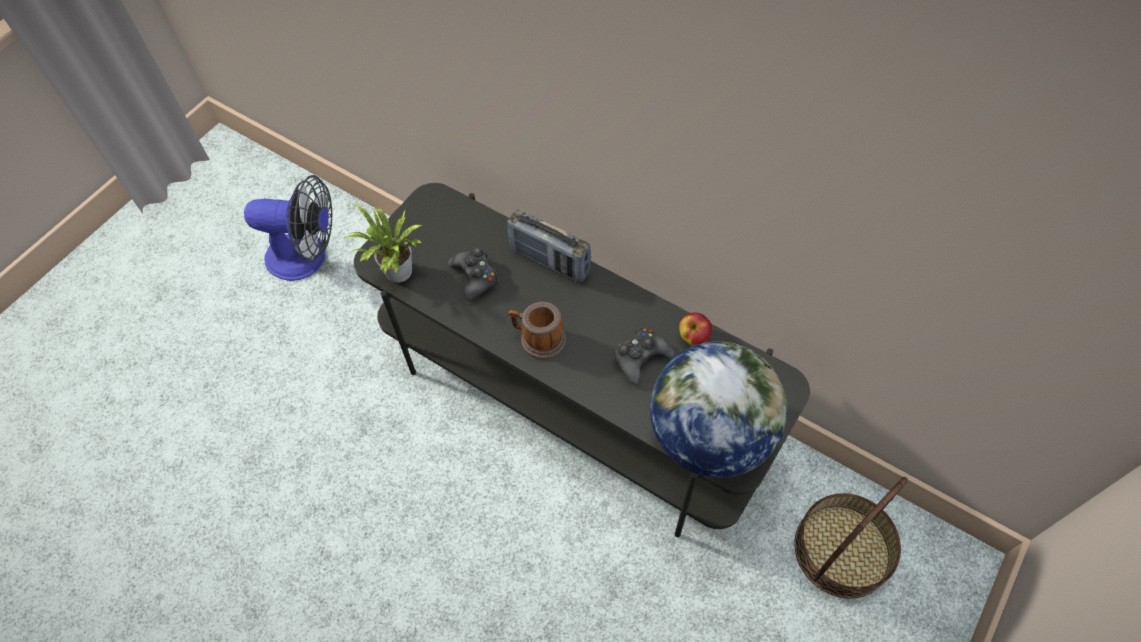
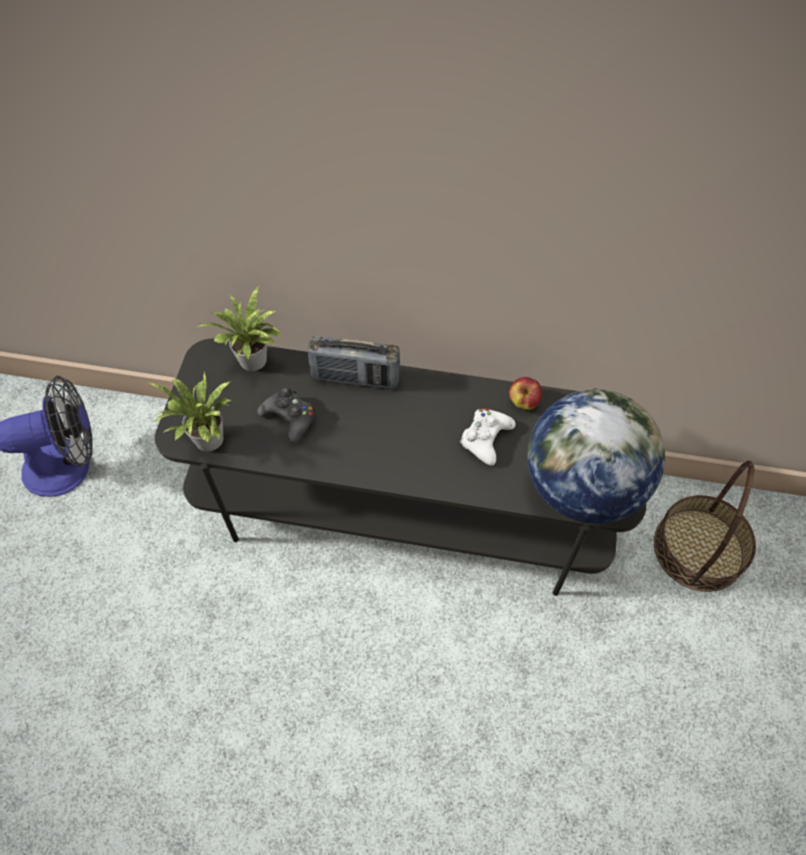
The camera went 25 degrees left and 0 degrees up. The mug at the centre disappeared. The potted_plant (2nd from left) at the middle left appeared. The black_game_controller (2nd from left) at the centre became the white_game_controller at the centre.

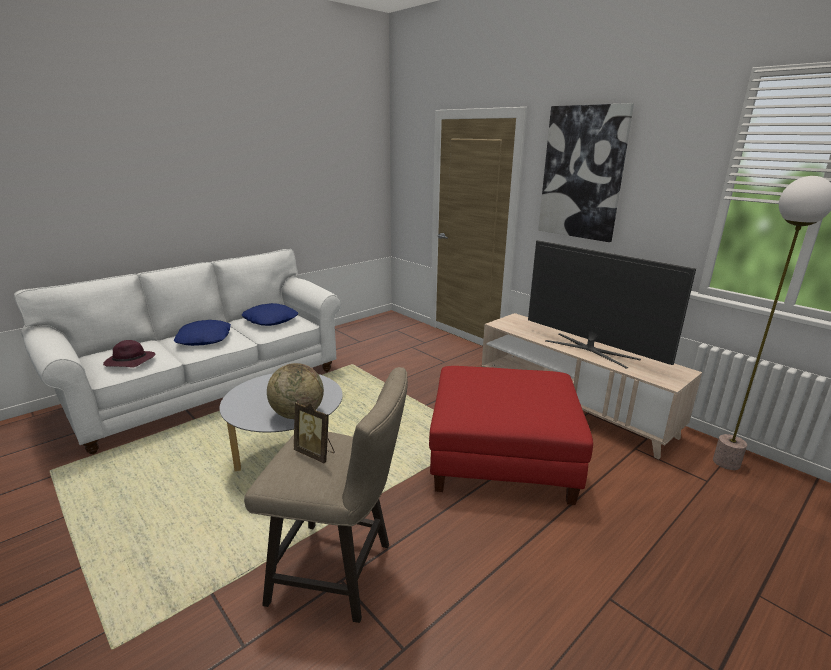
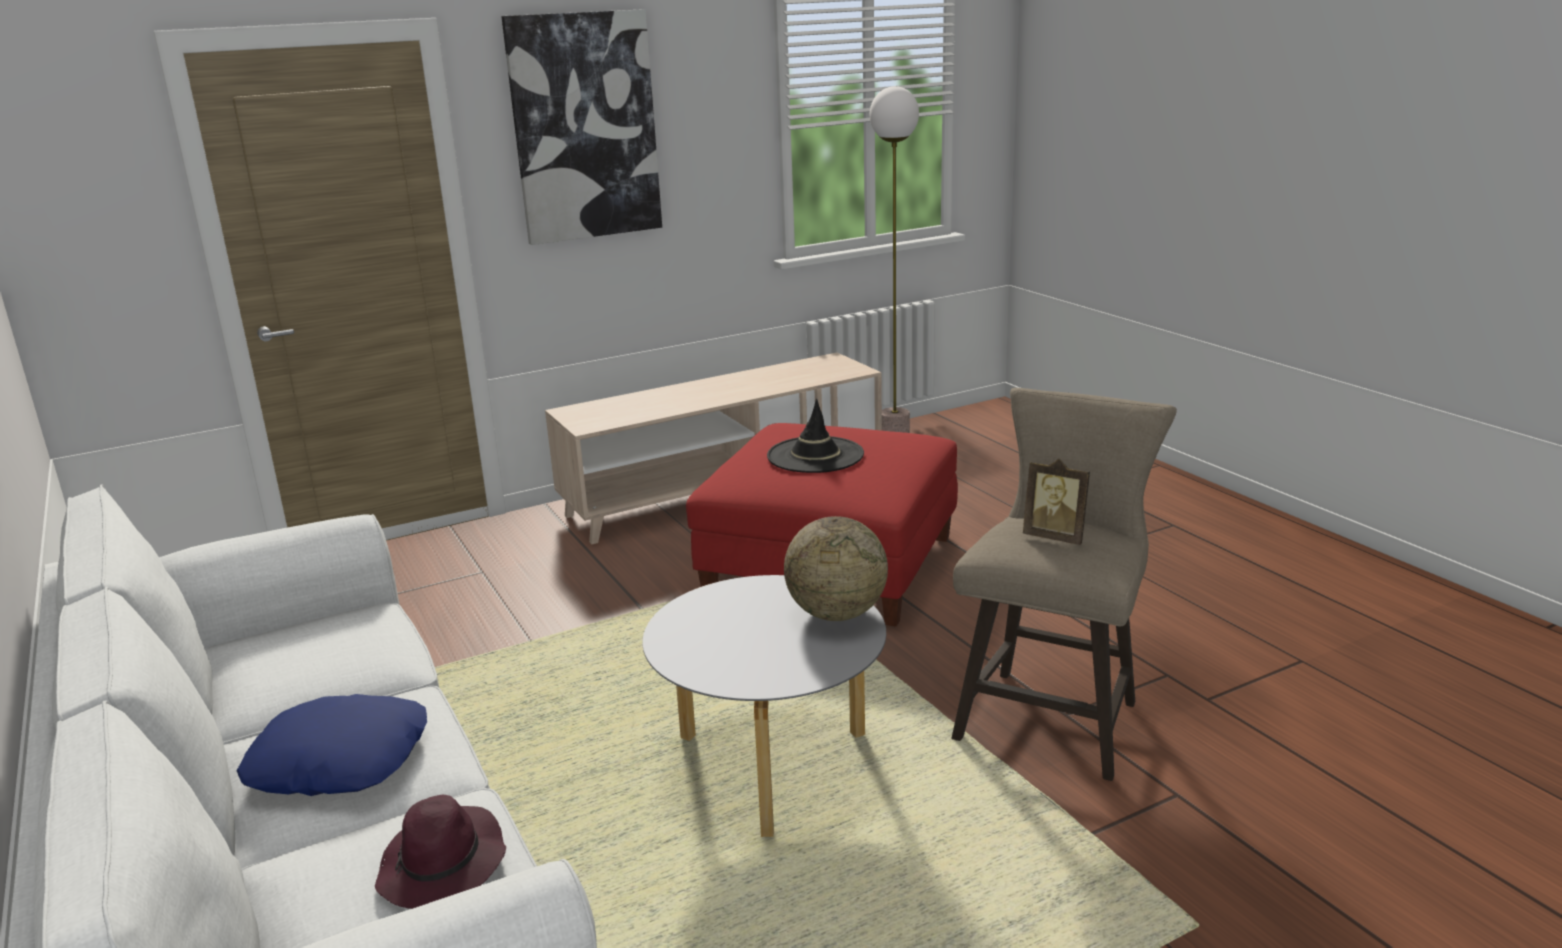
The camera went 75 degrees left and 0 degrees up. The blue_pillow (2nd from left) at the middle left disappeared. The television at the middle right disappeared. The black_hat at the centre appeared. The picture_frame at the centre turned 75 degrees clockwise.

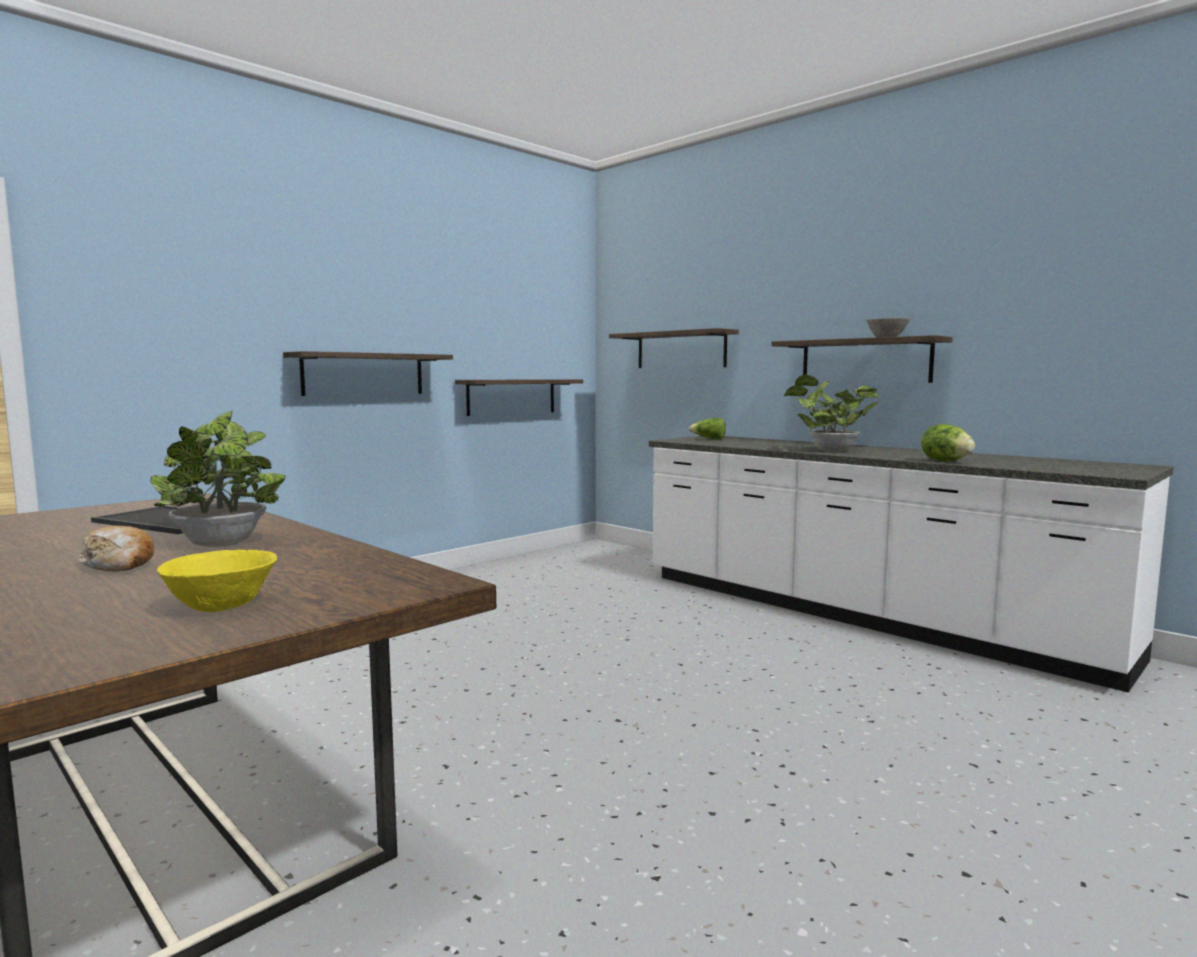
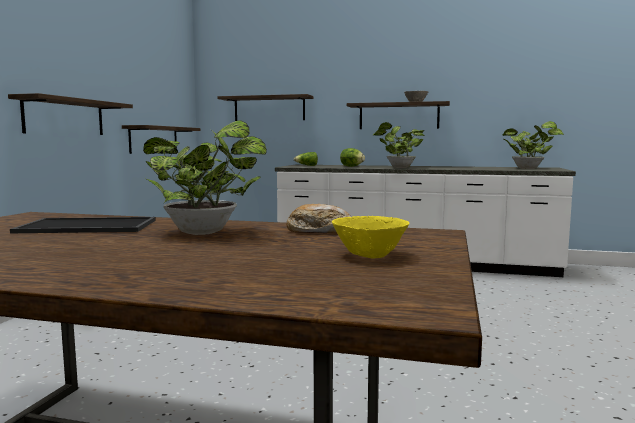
The camera went 30 degrees left and 0 degrees up. The potted_plant (3rd from left) at the middle right appeared. The bread moved from the middle left to the centre. The lettuce (2nd from left) moved from the middle right to the centre.

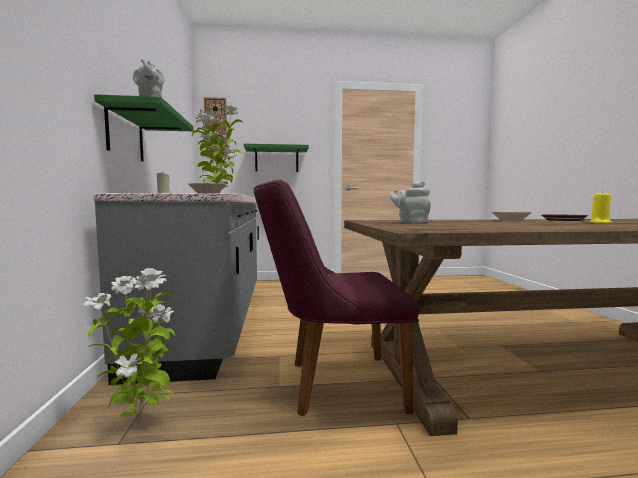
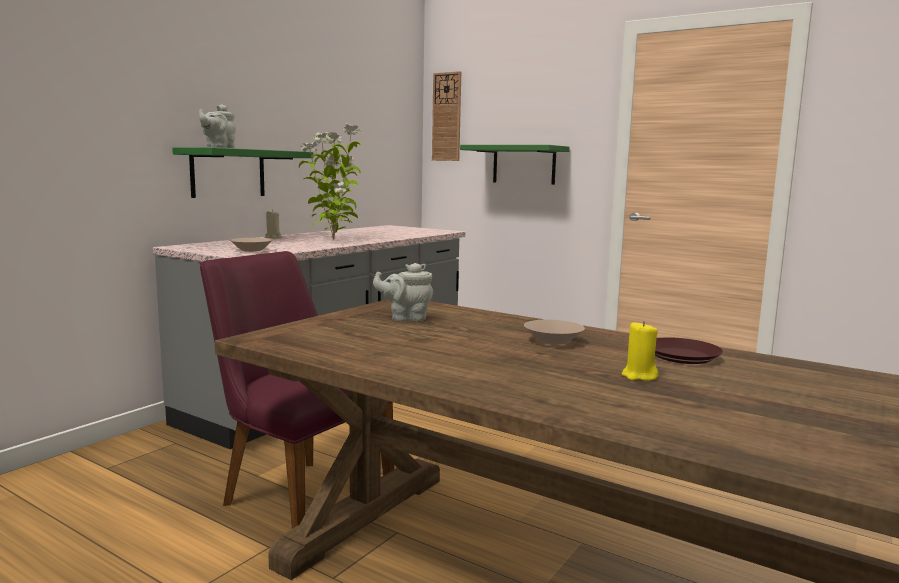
The camera went 40 degrees right and 5 degrees up. The potted_plant (1st from left) at the bottom left disappeared. The grey_teapot (2nd from left) at the centre turned 90 degrees counterclockwise.

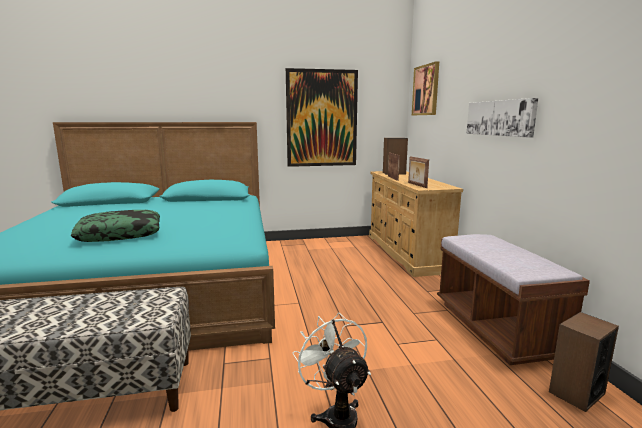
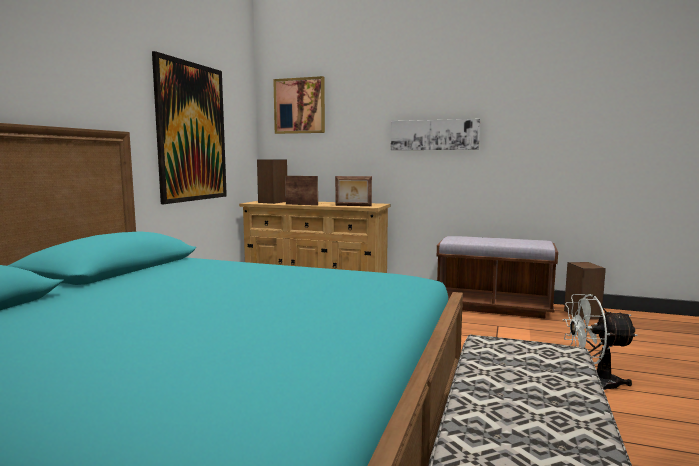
The camera went 60 degrees left and 5 degrees down. The pillow at the middle left disappeared.

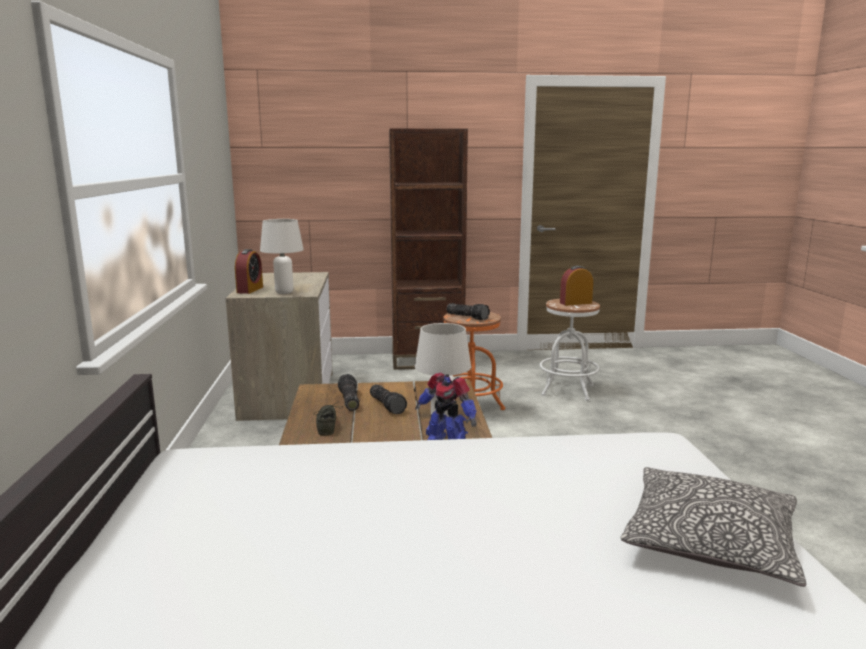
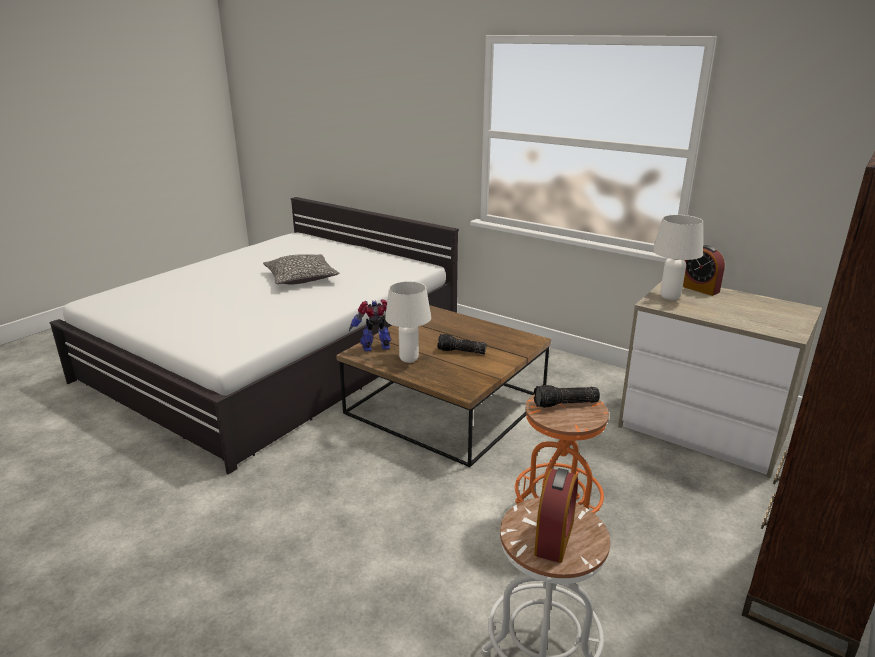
The camera went 130 degrees right and 10 degrees up. The grey_shoe at the centre disappeared. The flashlight (1st from left) at the centre disappeared. The pillow moved from the bottom right to the centre.

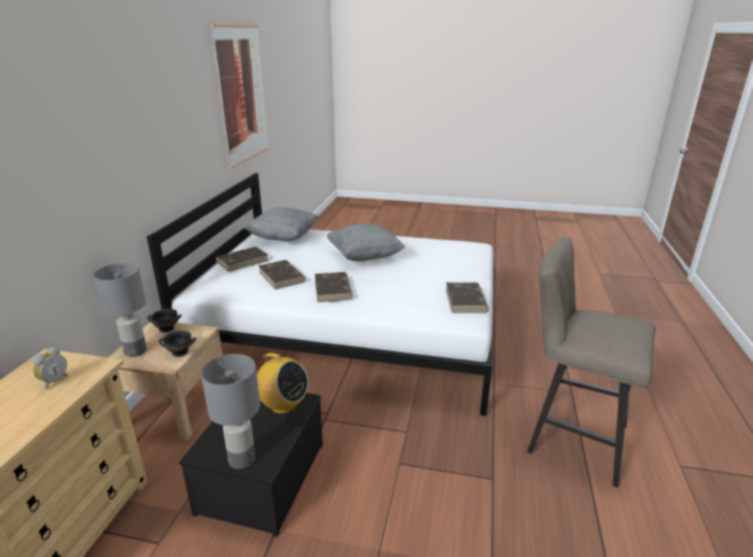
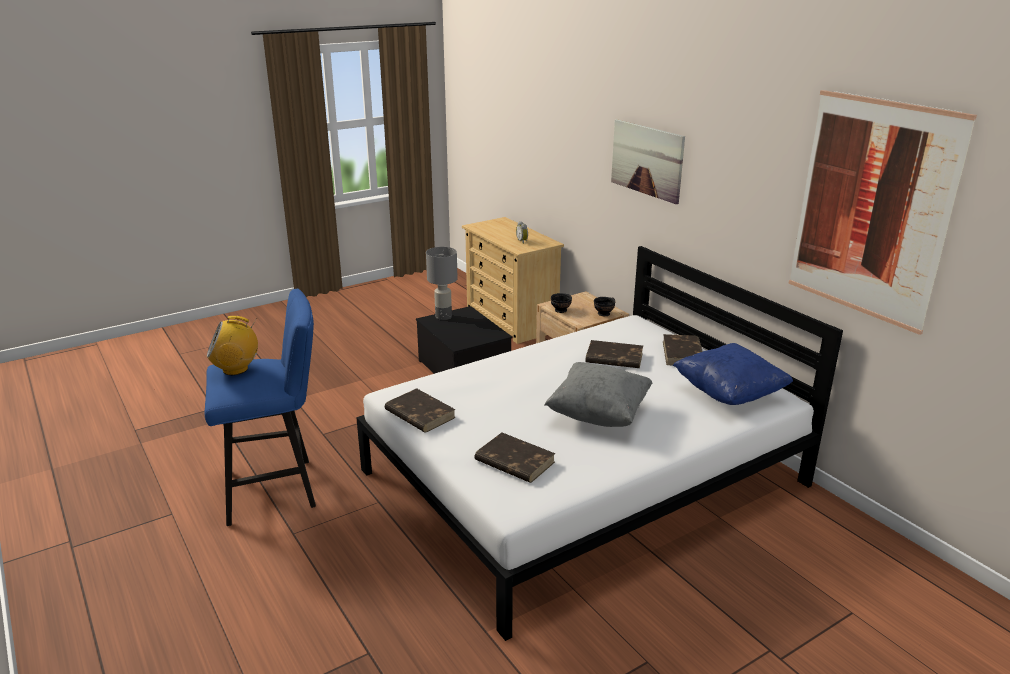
The camera went 135 degrees right and 0 degrees up. The grey_table_lamp (1st from left) at the middle left disappeared. The picture (1st from left) at the top centre appeared. The radio moved from the bottom centre to the middle left. The brown_book (3rd from left in the first image) moved from the centre to the bottom centre. The grey_pillow (1st from left) at the centre became the blue_pillow at the middle right. The beige_stool at the middle right became the blue_stool at the middle left.

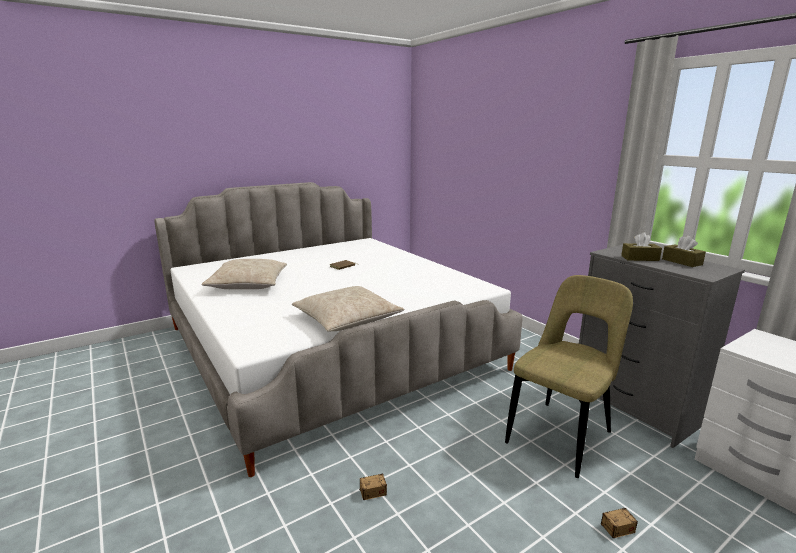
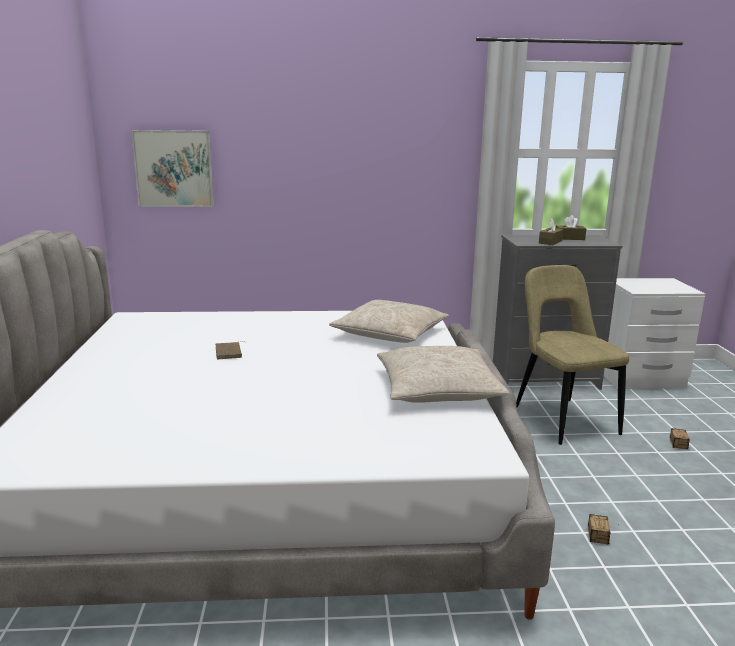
The camera went 60 degrees left and 0 degrees up. The picture at the top left appeared. The beige_pillow (1st from left) moved from the middle left to the centre.

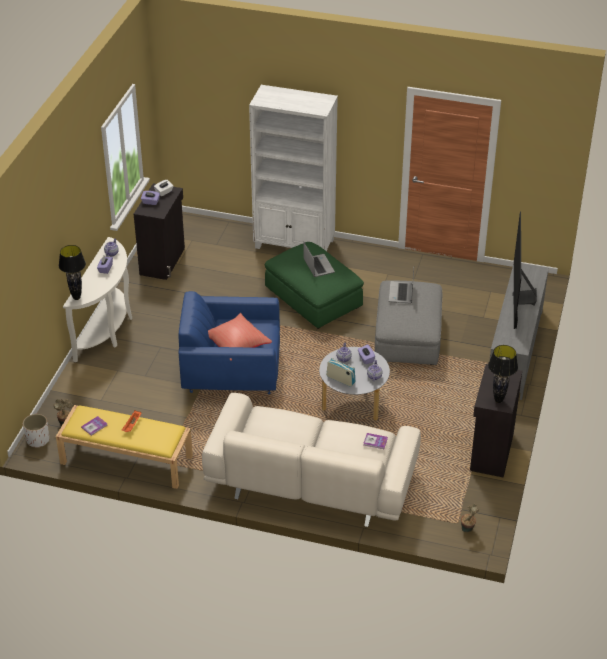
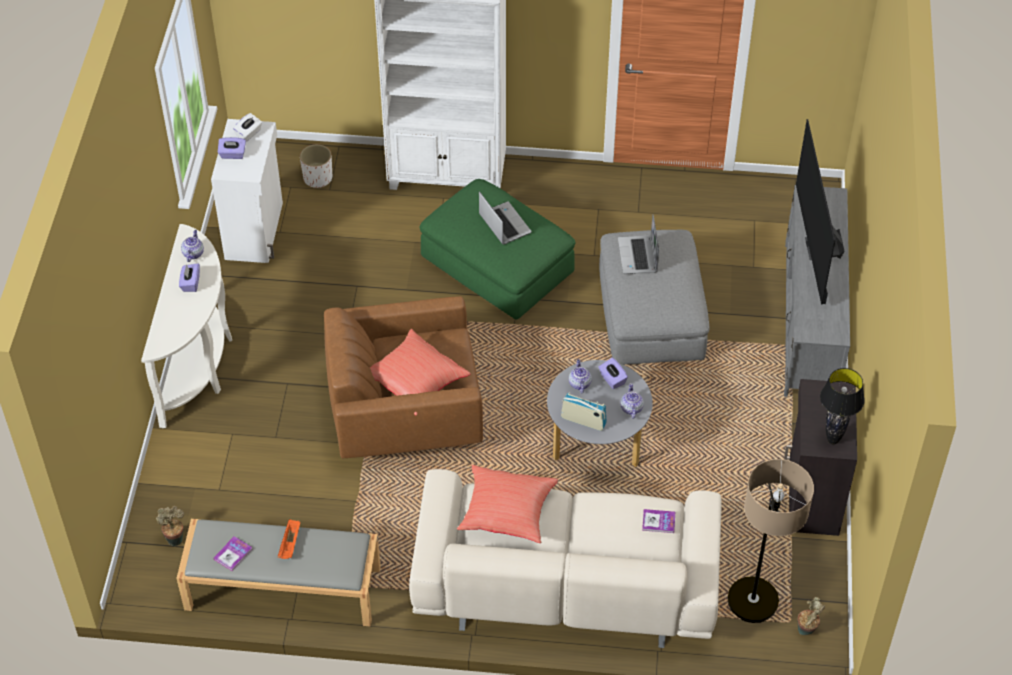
The camera went 10 degrees left and 10 degrees up. The black_table_lamp (1st from left) at the middle left disappeared. The red_pillow (2nd from left) at the bottom centre appeared. The floor_lamp at the bottom right appeared. The white_planter moved from the middle left to the top left. The yellow_bench at the bottom left became the grey_bench at the bottom left. The black_cabinet (1st from left) at the middle left became the white_cabinet at the top left. The blue_armchair at the centre became the brown_armchair at the centre.

